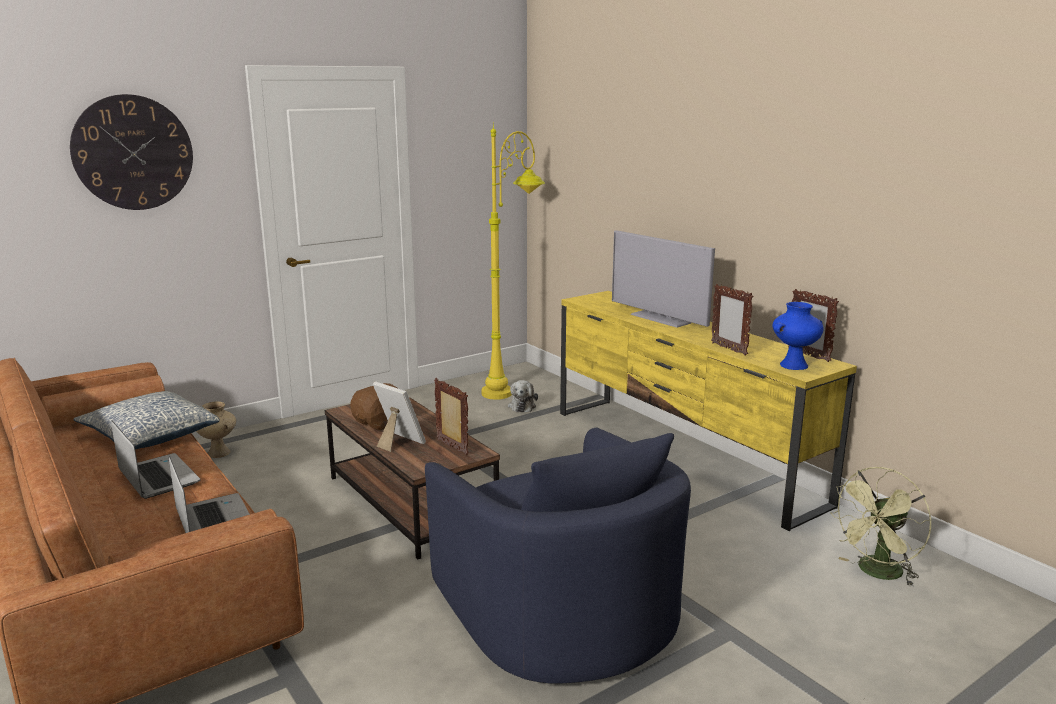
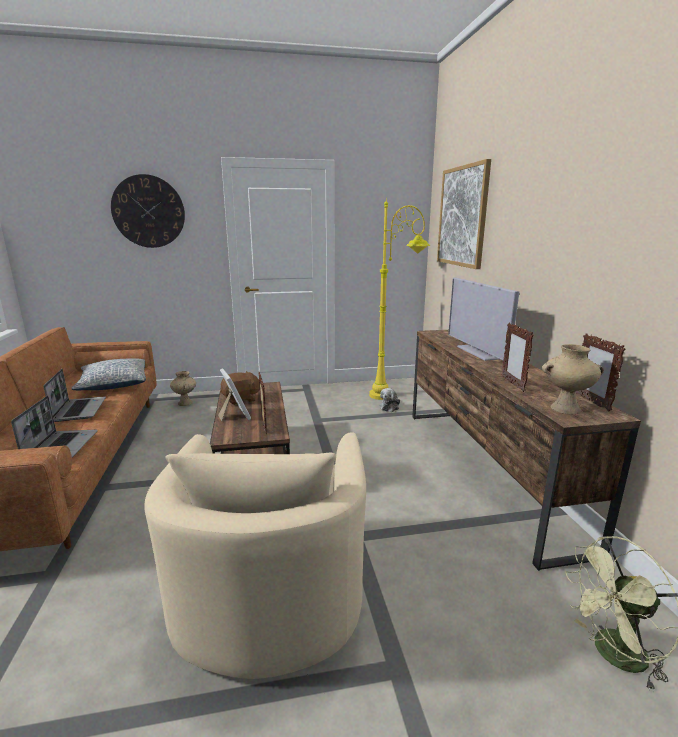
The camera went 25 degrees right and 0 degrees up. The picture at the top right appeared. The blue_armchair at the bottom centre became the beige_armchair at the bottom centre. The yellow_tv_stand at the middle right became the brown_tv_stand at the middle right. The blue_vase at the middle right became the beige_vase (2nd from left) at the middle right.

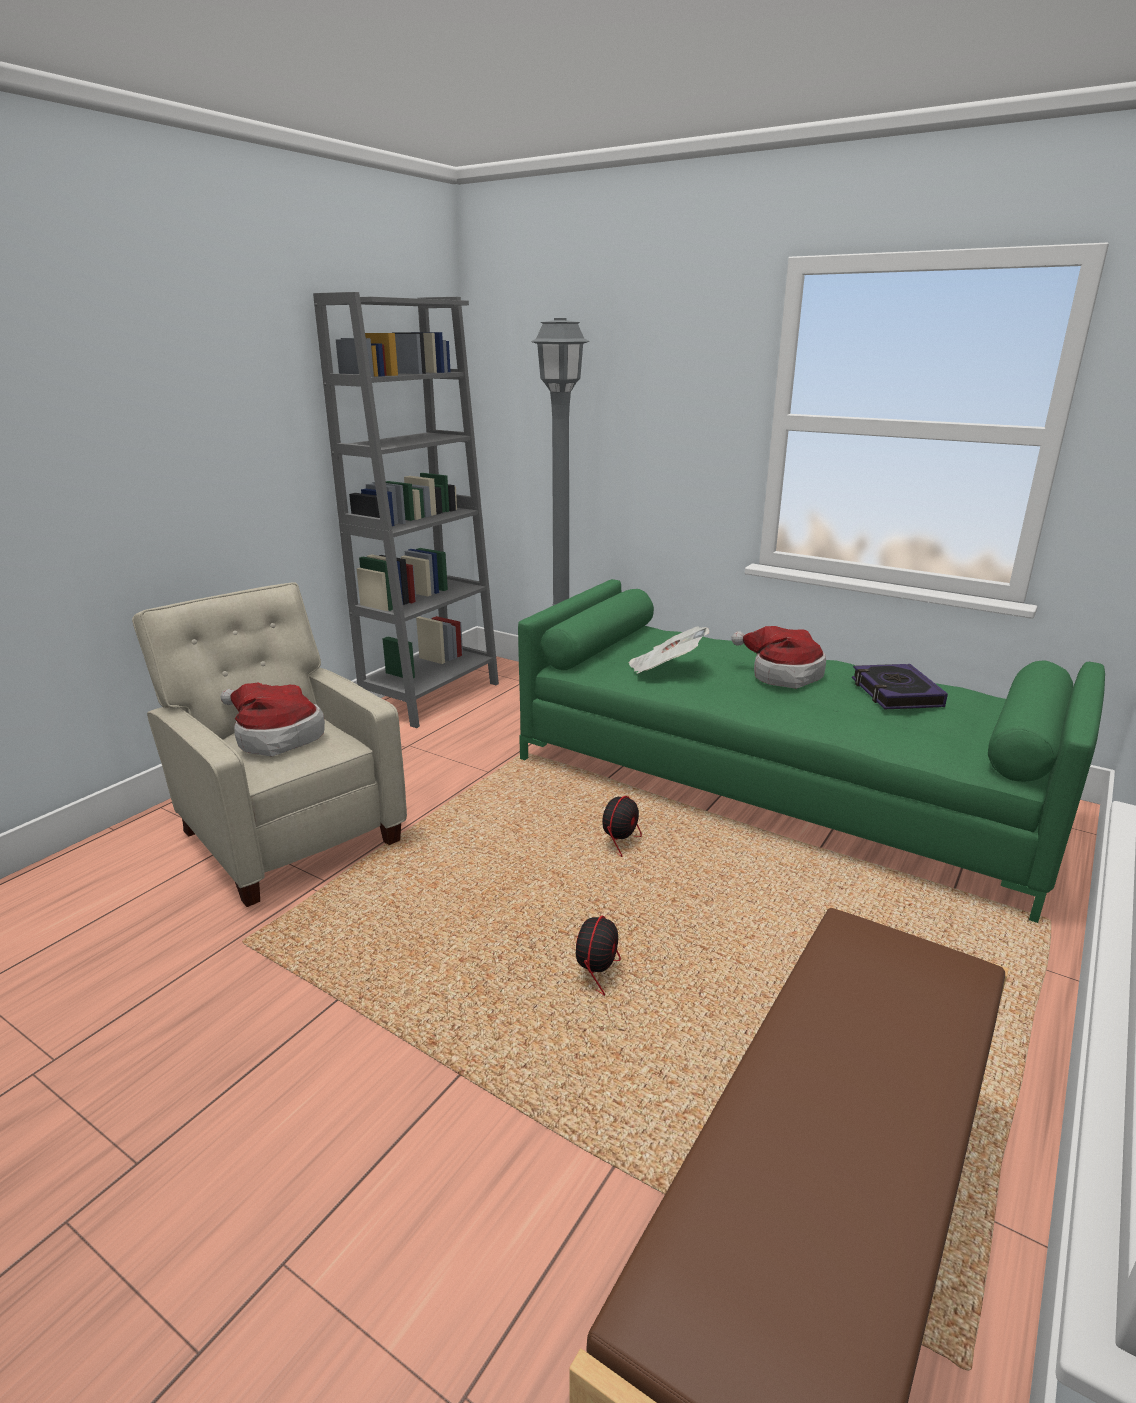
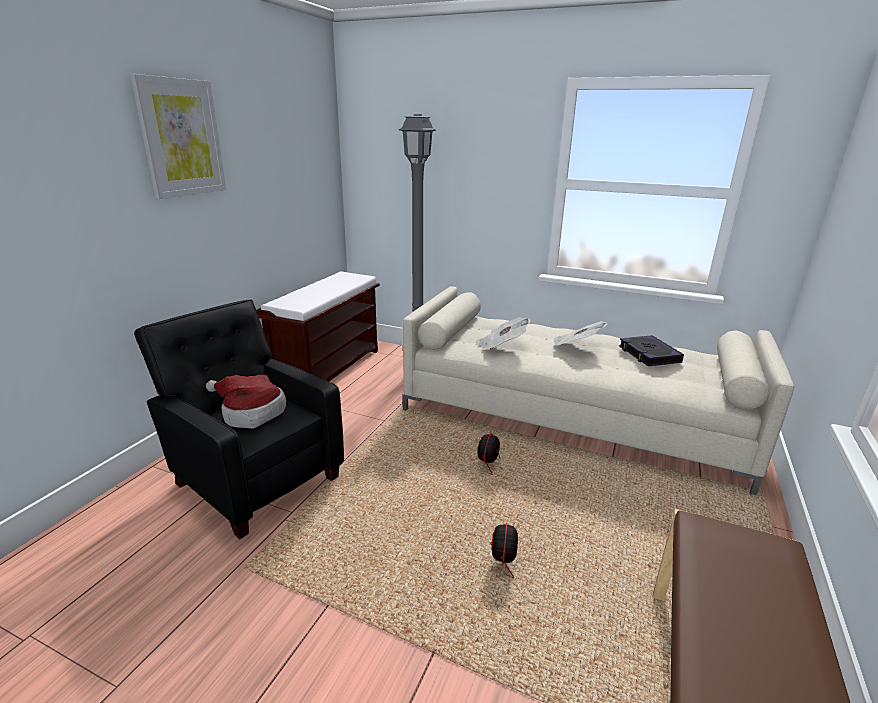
The camera went 10 degrees left and 0 degrees up. The picture at the top left appeared. The grey_bookcase at the centre was replaced by the brown_bench (1st from left) at the centre. The hat (2nd from left) at the middle right was replaced by the newspaper (2nd from left) at the centre. The beige_armchair at the middle left became the black_armchair at the middle left. The green_sofa at the middle right became the beige_sofa at the middle right.

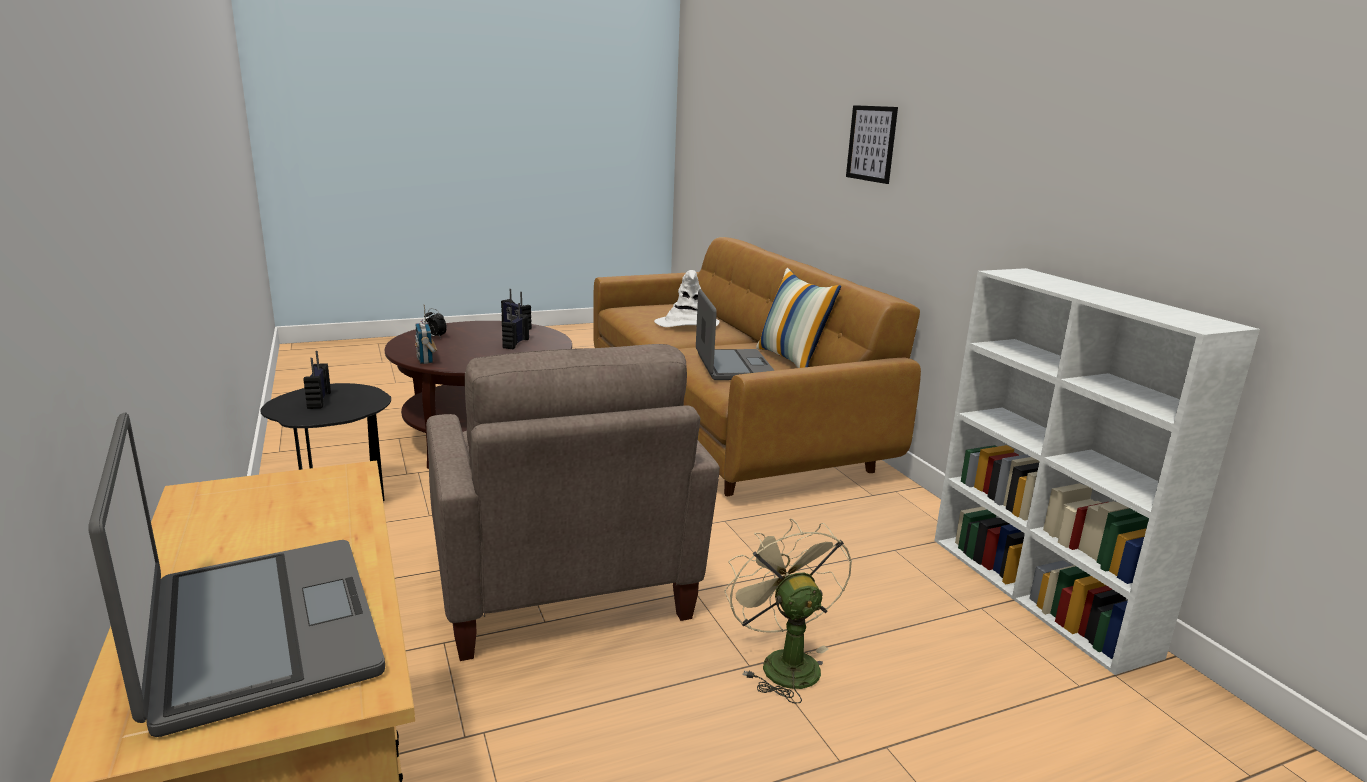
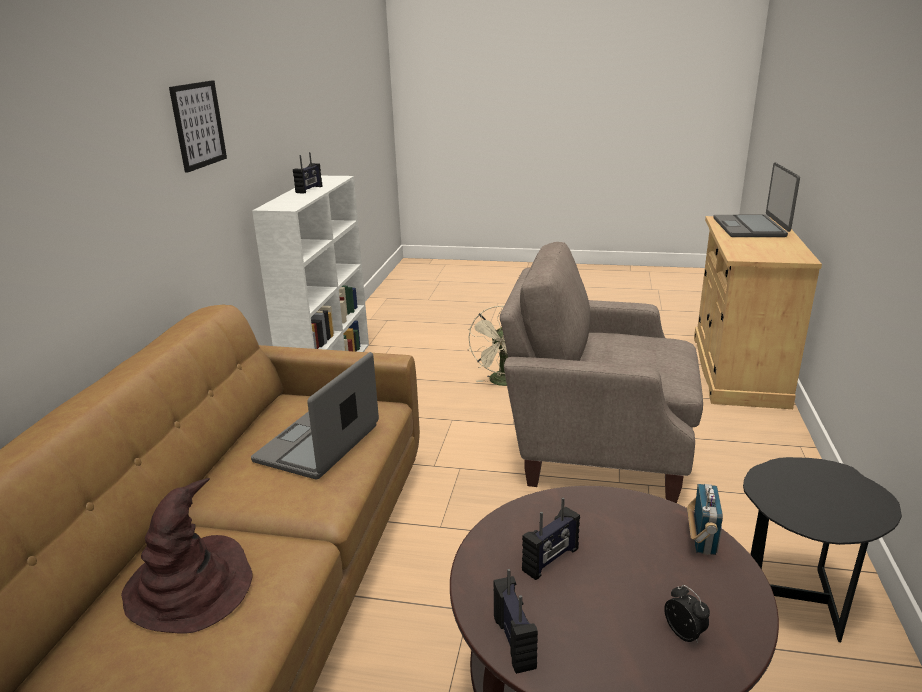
The camera went 145 degrees left and 5 degrees up. The pillow at the centre disappeared. The radio (1st from left) moved from the middle left to the top left. The picture moved from the top centre to the top left. The white_hat at the centre became the brown_hat at the bottom left. The beige_armchair at the centre turned 90 degrees counterclockwise.

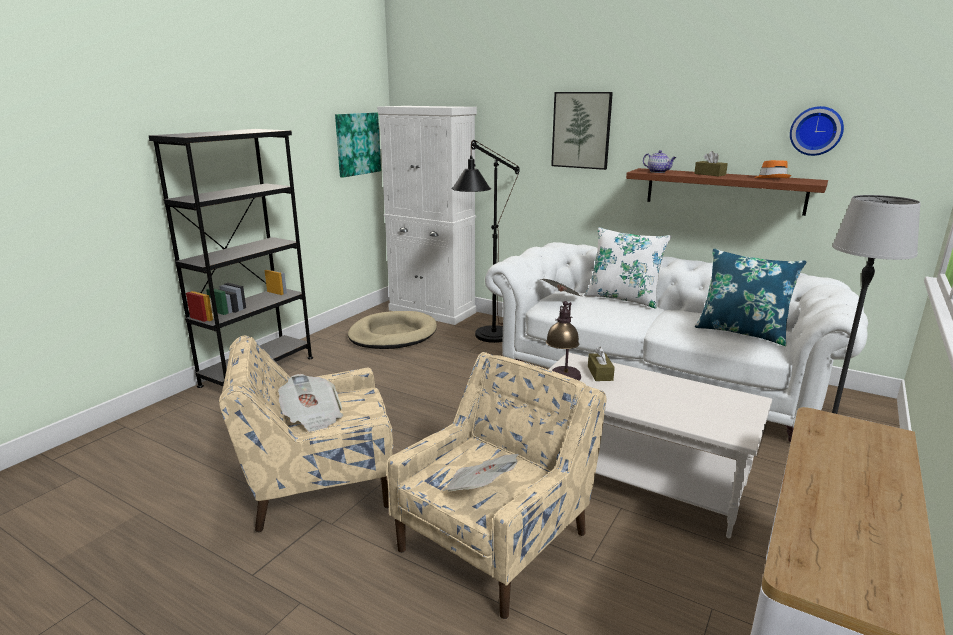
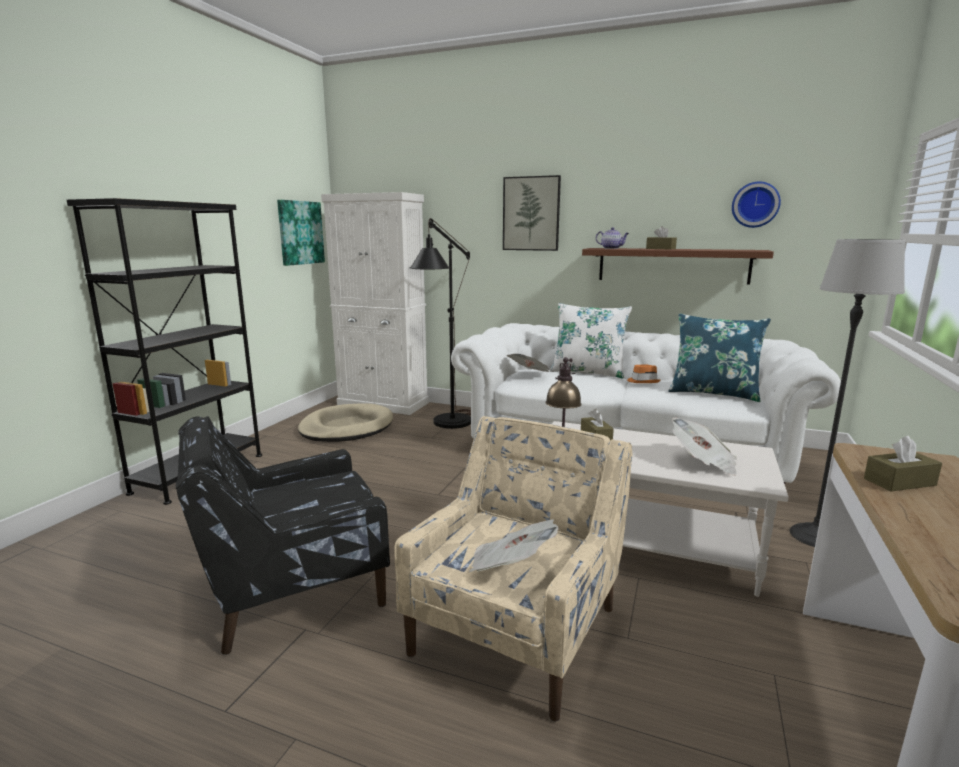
The camera went 10 degrees left and 5 degrees down. The brown_tissue_box (3rd from left) at the middle right appeared. The newspaper (1st from left in the first image) moved from the middle left to the middle right. The orange_hat moved from the top right to the middle right. The beige_armchair (1st from left) at the bottom left became the black_armchair at the bottom left.

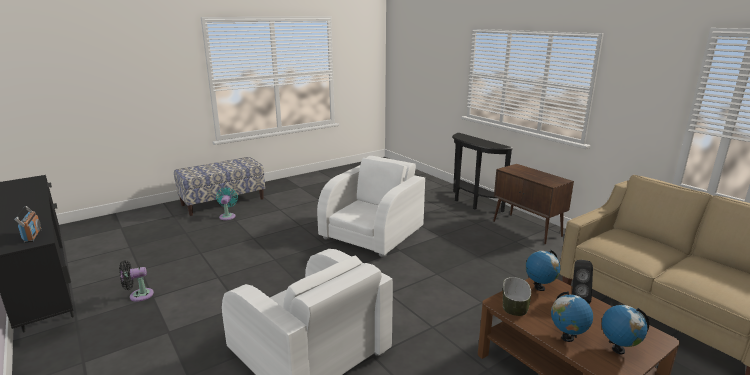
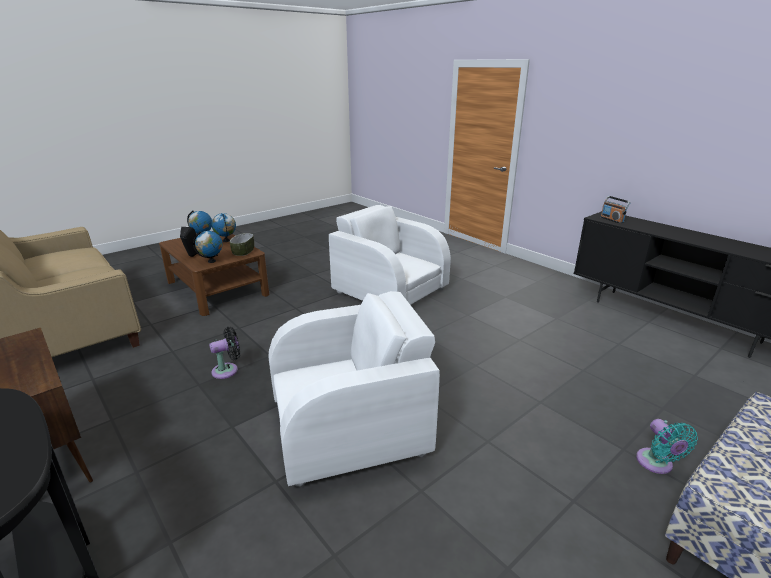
The camera went 175 degrees right and 5 degrees up. The black_fan moved from the bottom left to the middle left. The white_armchair (2nd from left in the first image) at the centre turned 135 degrees counterclockwise.

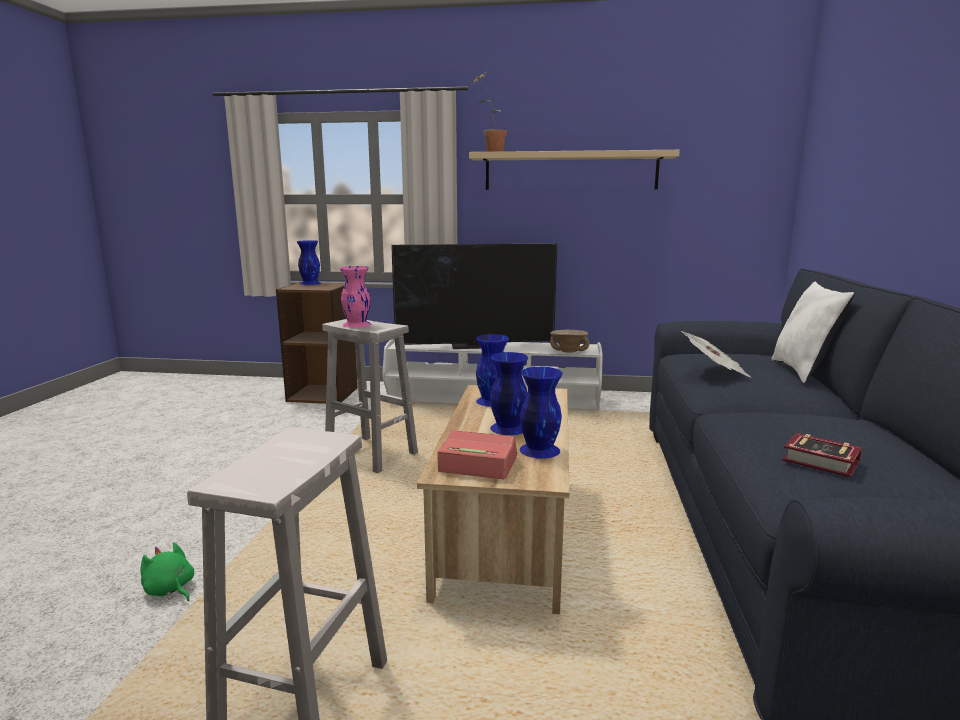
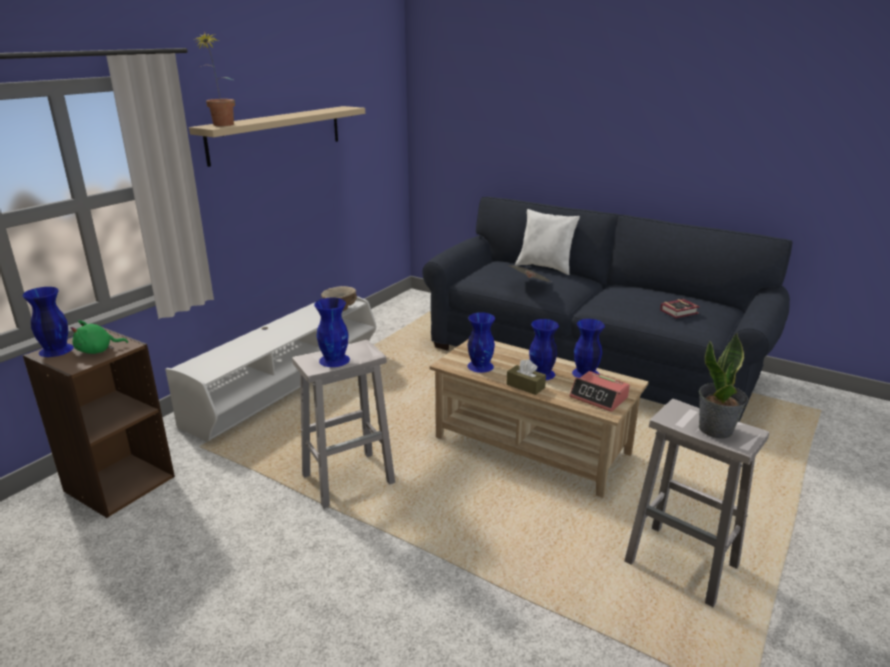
The camera went 65 degrees left and 10 degrees up. The television at the centre disappeared. The brown_tissue_box at the centre appeared. The potted_plant (2nd from left) at the middle right appeared. The green_plush_toy moved from the bottom left to the middle left. The pink_vase at the centre became the blue_vase (2nd from left) at the centre. The alarm_clock at the centre turned 90 degrees counterclockwise.

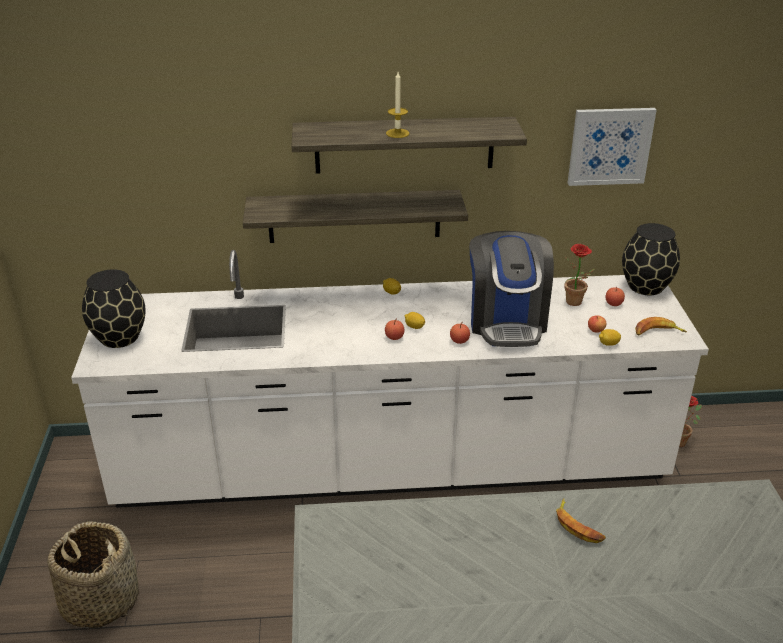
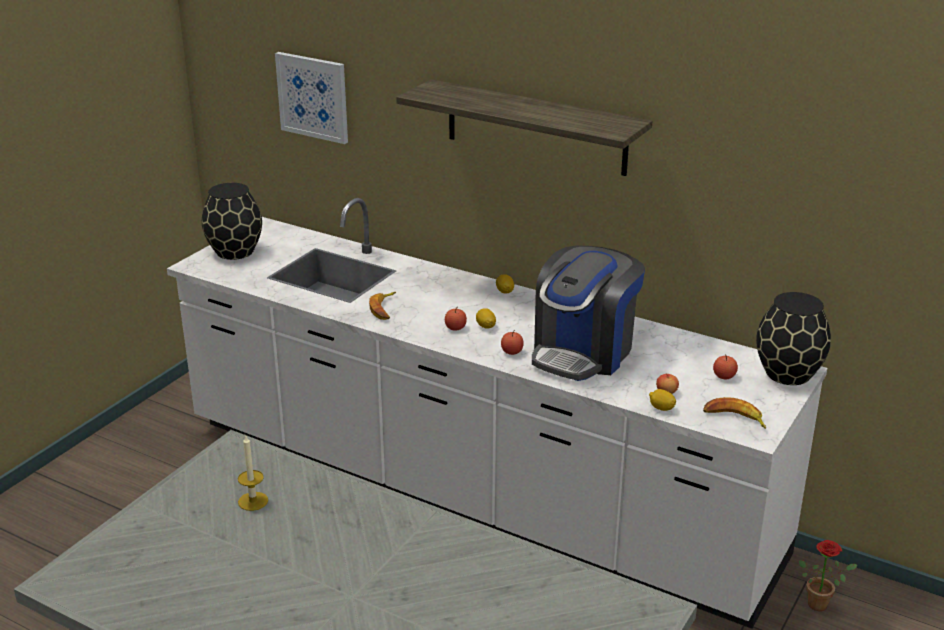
The camera went 35 degrees right and 5 degrees down. The basket at the bottom left disappeared. The shelf (1st from left) at the centre disappeared. The potted_plant (1st from left) at the middle right disappeared. The candle moved from the top centre to the bottom left. The banana (1st from left) moved from the bottom right to the centre. The picture moved from the top right to the top left.

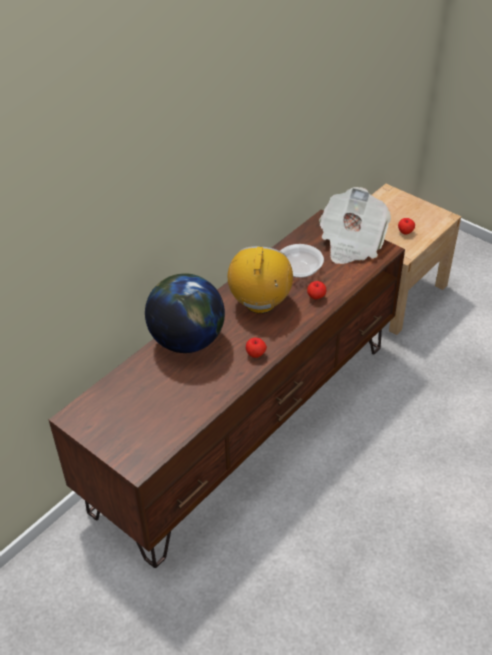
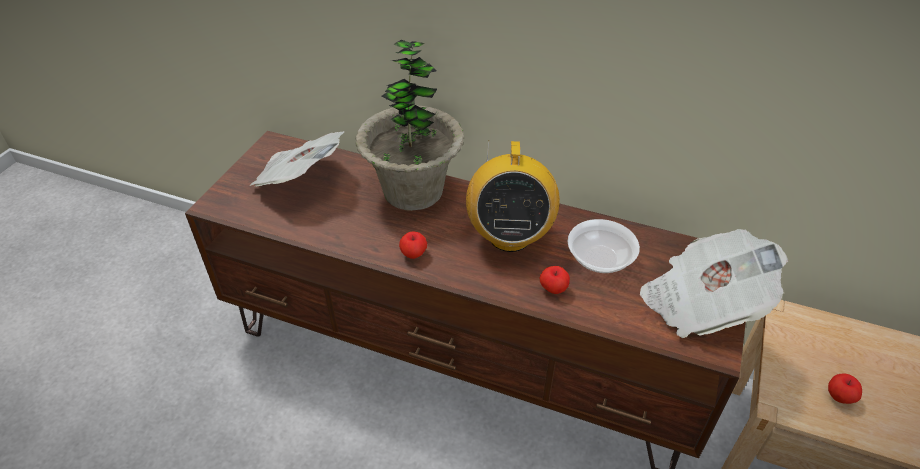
The camera went 70 degrees right and 0 degrees up. The newspaper (1st from left) at the middle left appeared. The globe at the centre was replaced by the potted_plant at the top centre. The radio at the centre turned 105 degrees clockwise.

